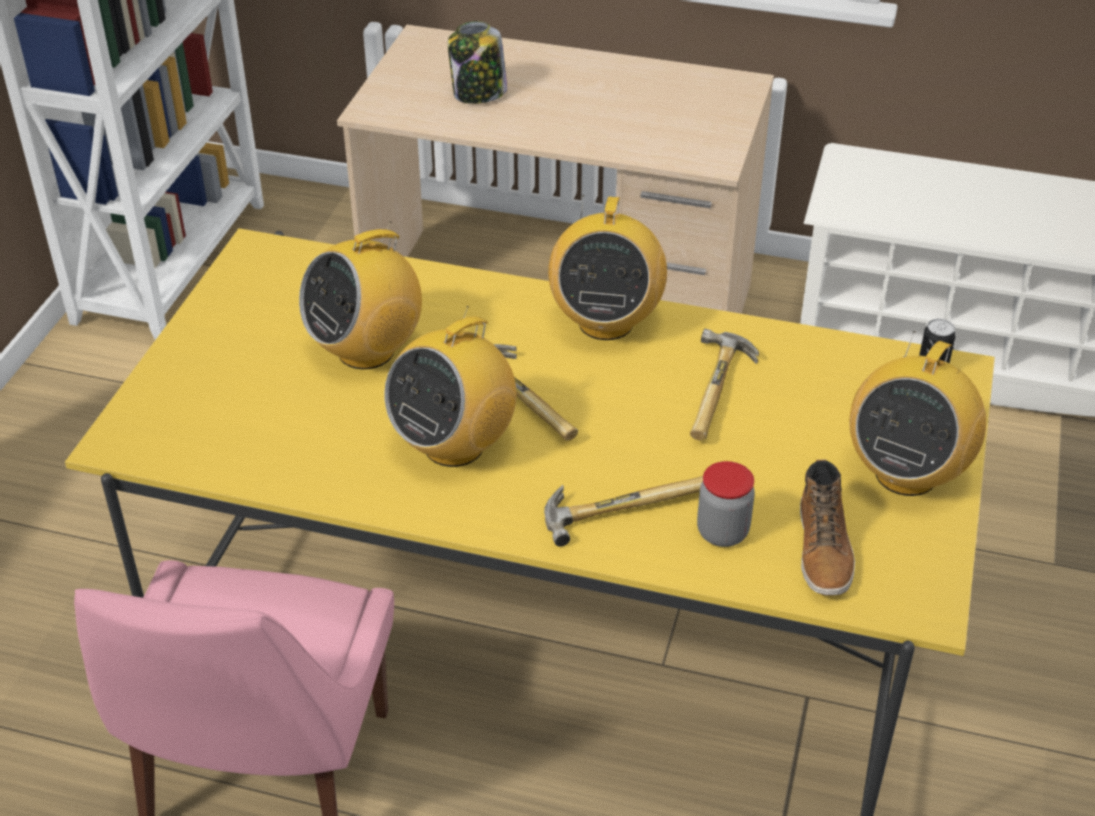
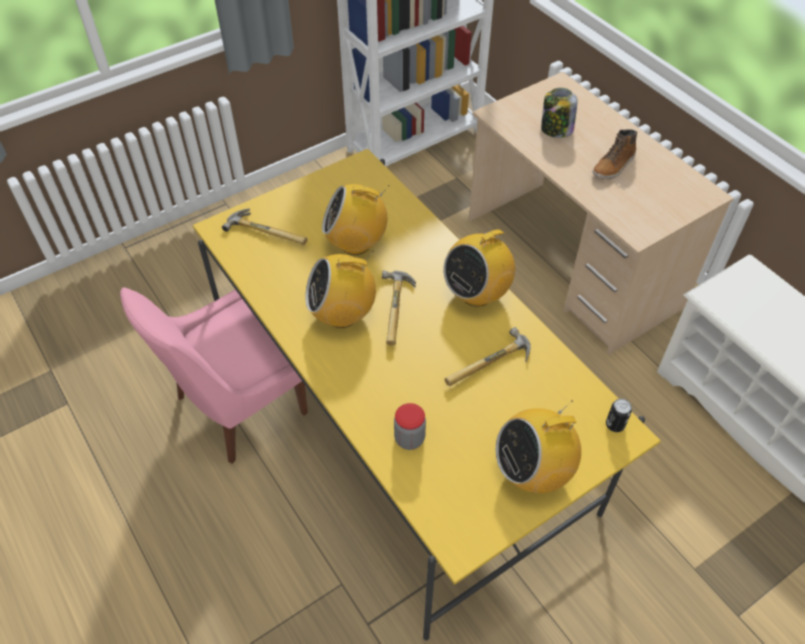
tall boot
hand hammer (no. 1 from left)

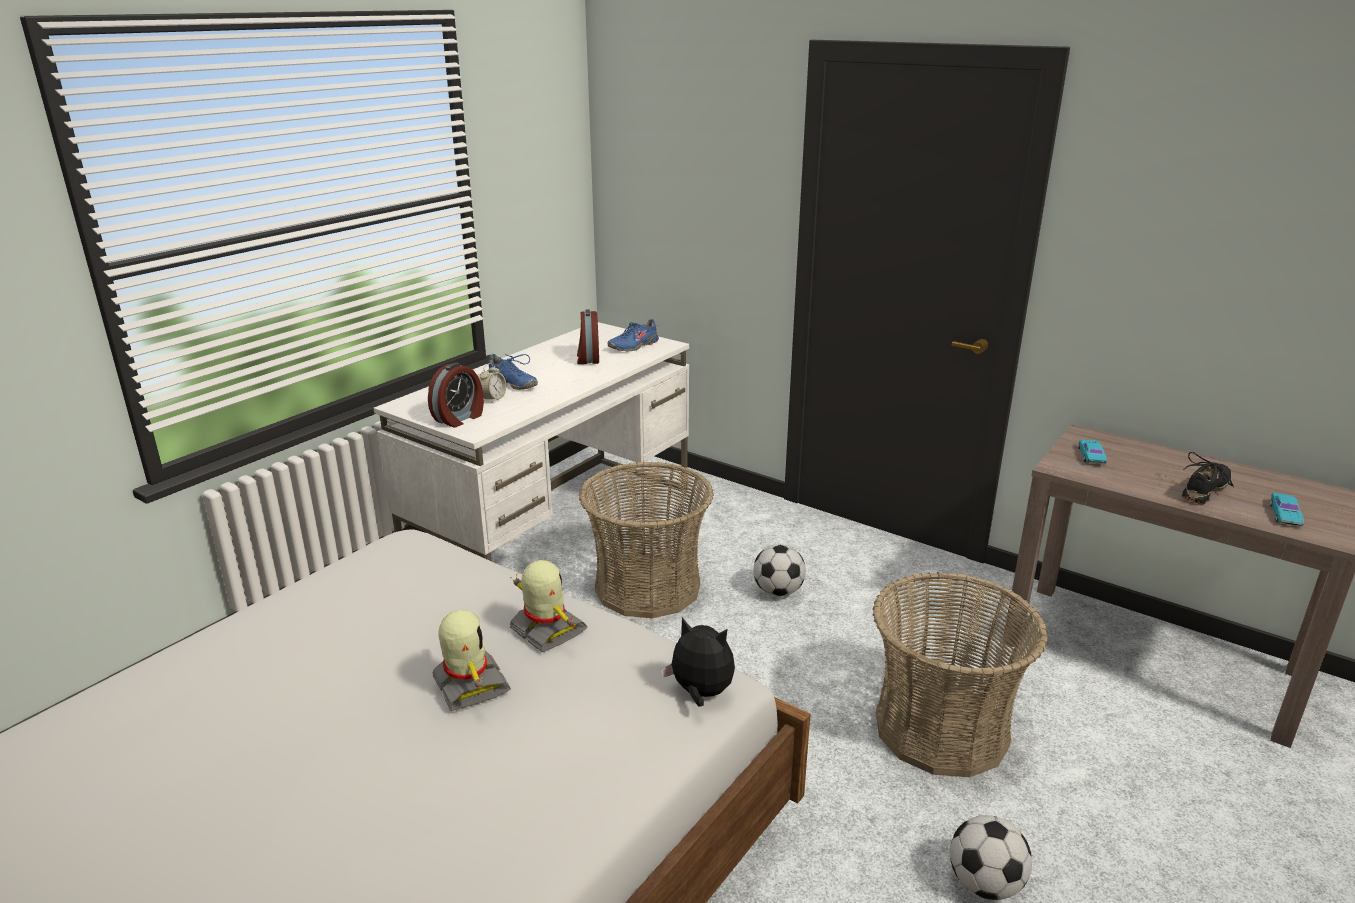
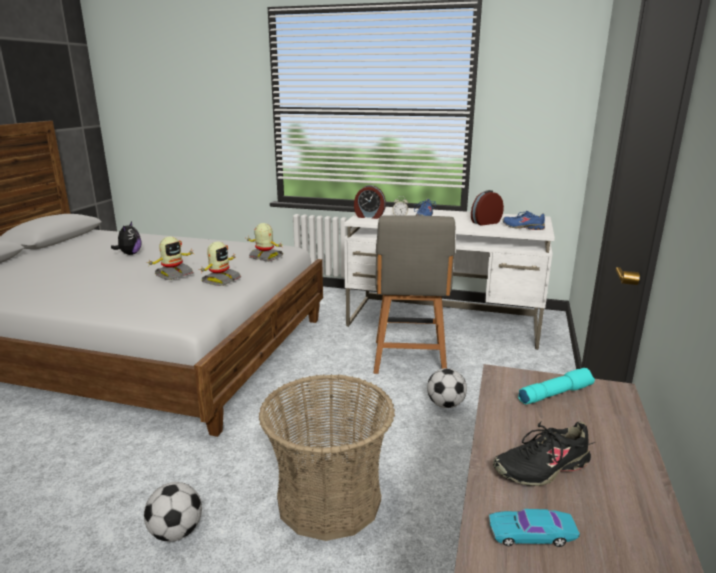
turquoise torch
black item of footwear
grey upright chair
soft toy
robot figure (no. 3 from left)

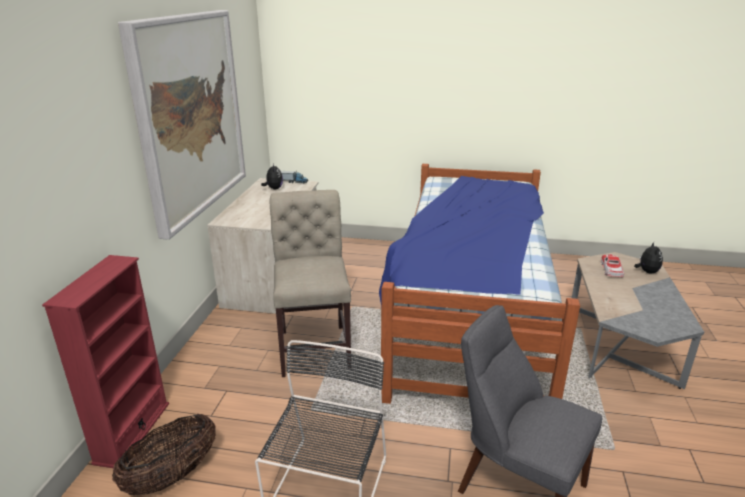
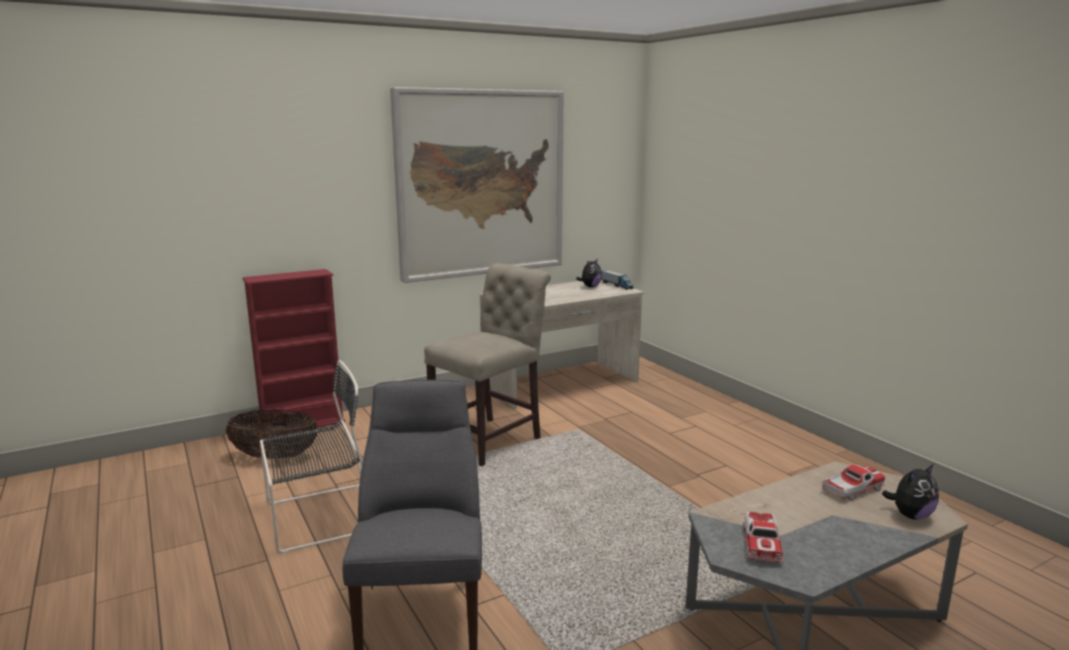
sleeping bed
miniature car (no. 1 from left)

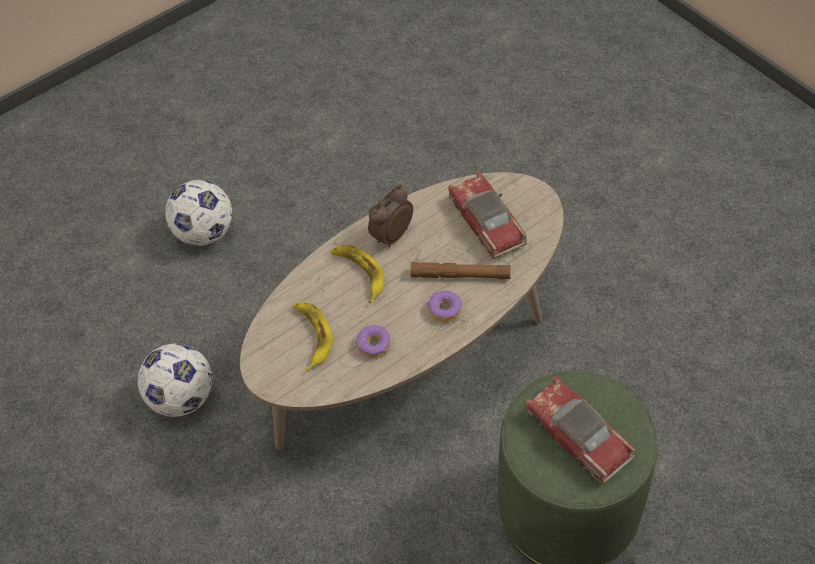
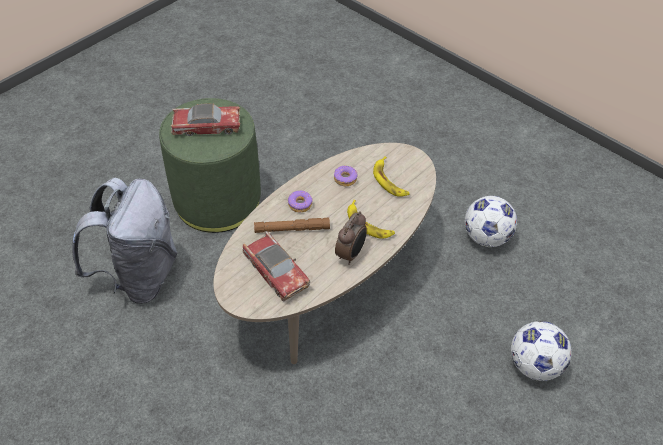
miniature car (no. 1 from left)
grey rucksack

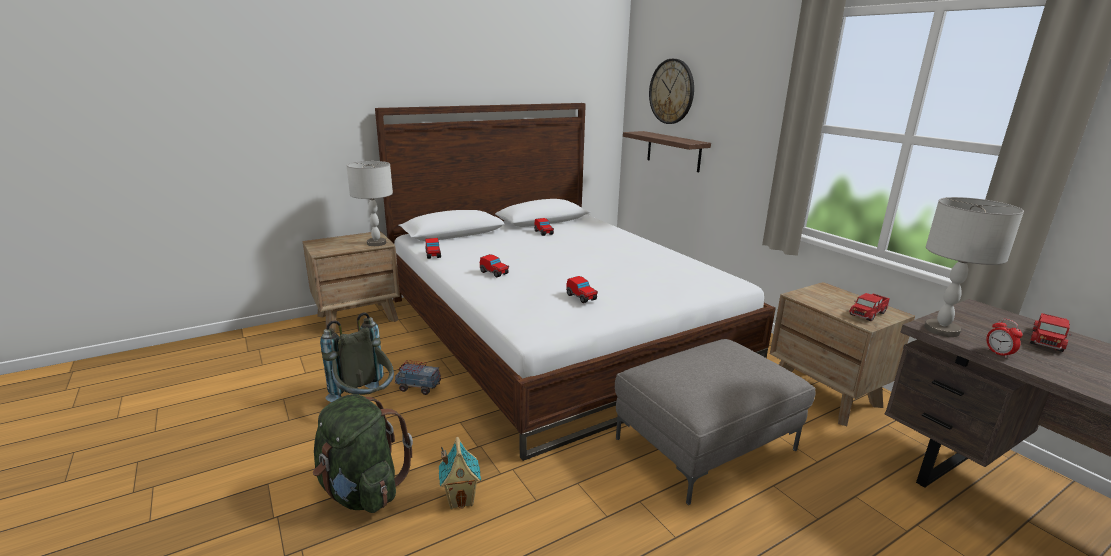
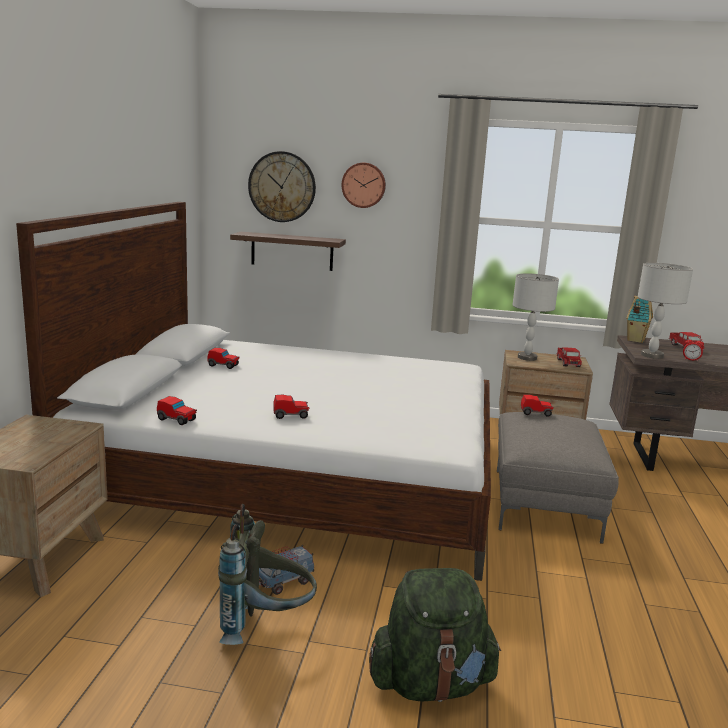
grey table lamp (no. 1 from left)
miniature car (no. 4 from left)
model house
clock on the wall (no. 2 from left)

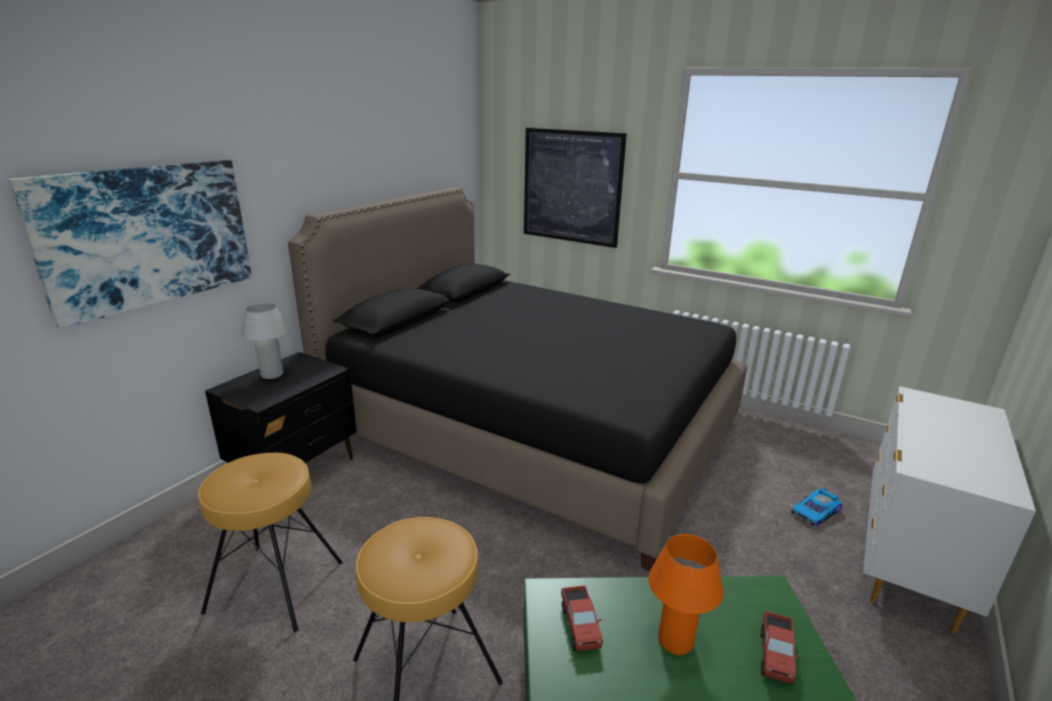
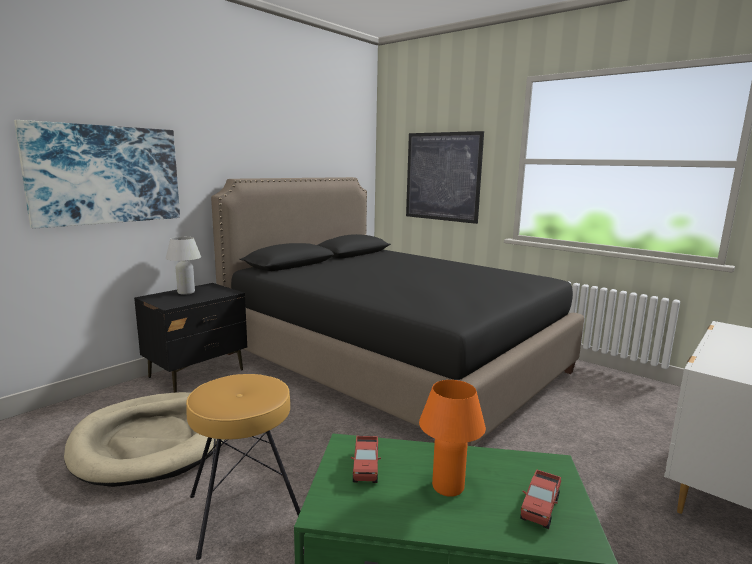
beige-coloured dog bed
miniature car

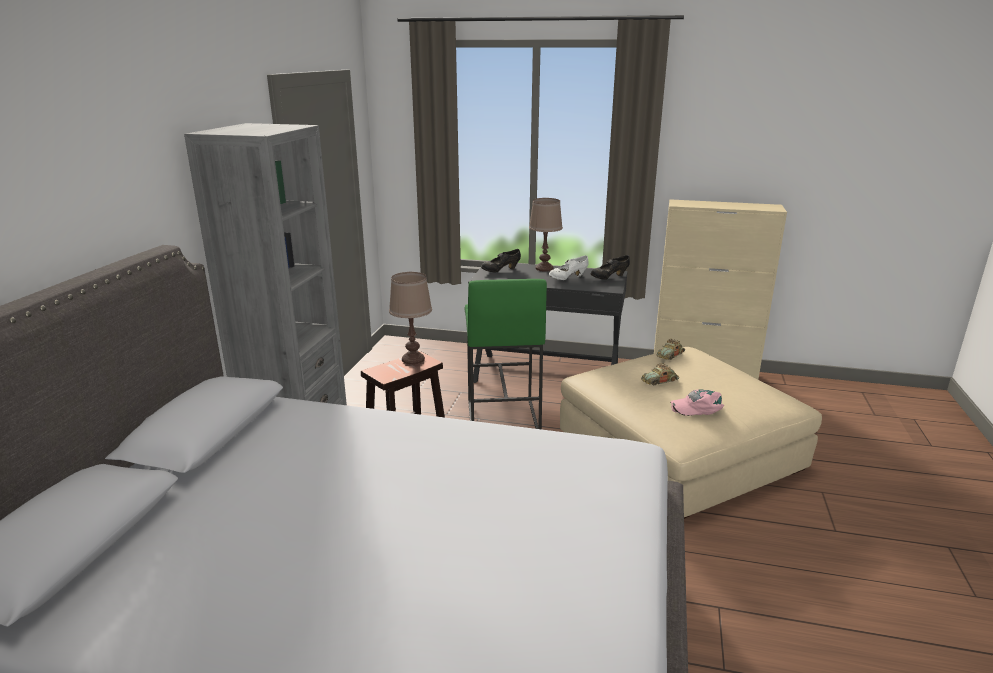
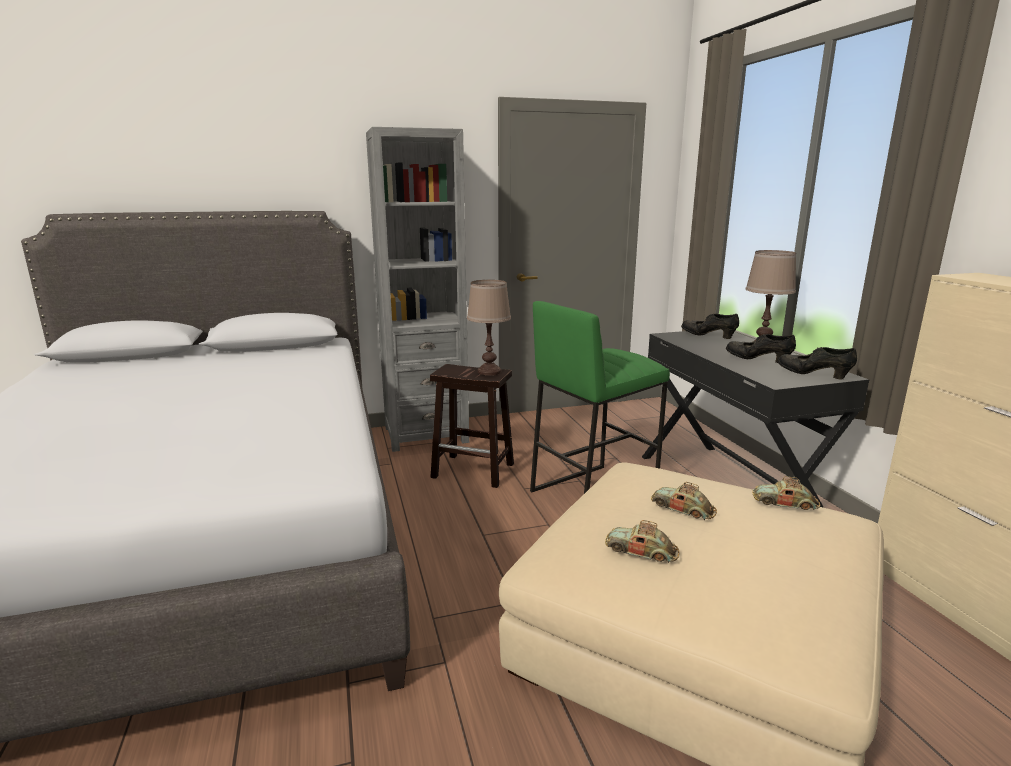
black item of footwear (no. 2 from left)
miniature car (no. 1 from left)

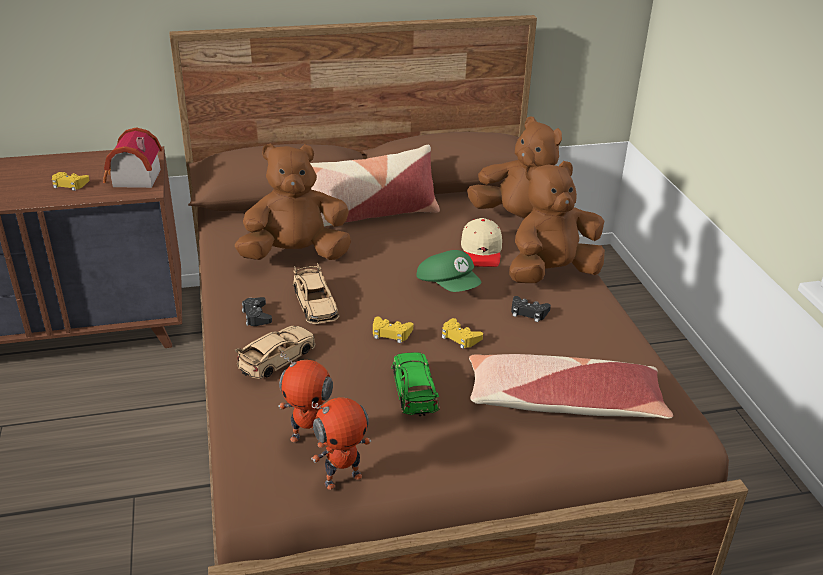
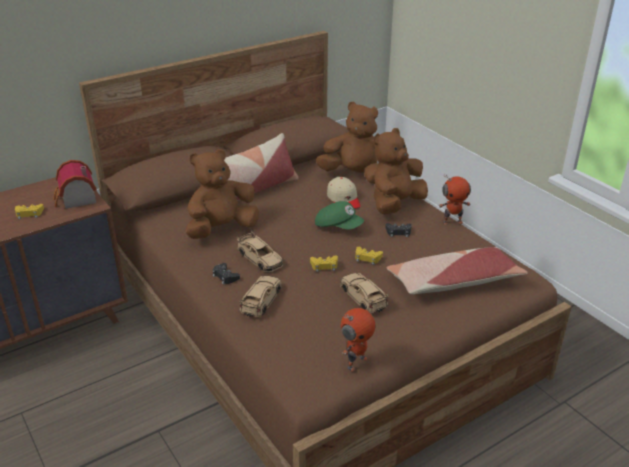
robot figure (no. 2 from left)
beige-coloured miniature car (no. 3 from left)

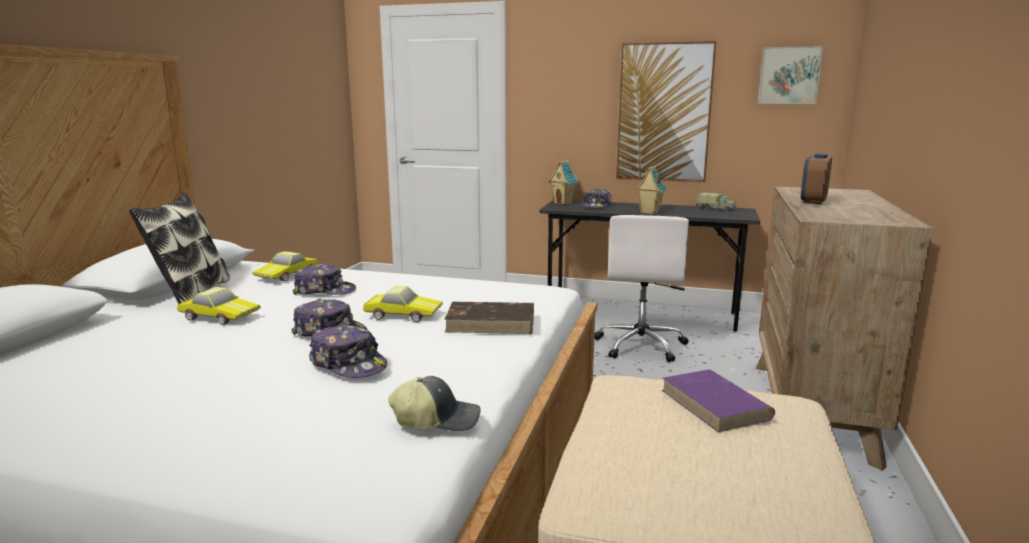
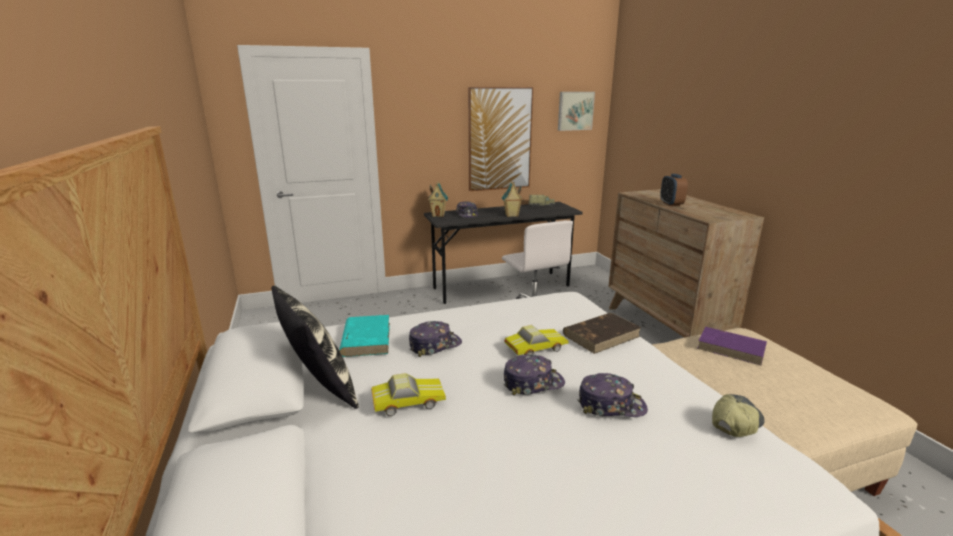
turquoise bound book

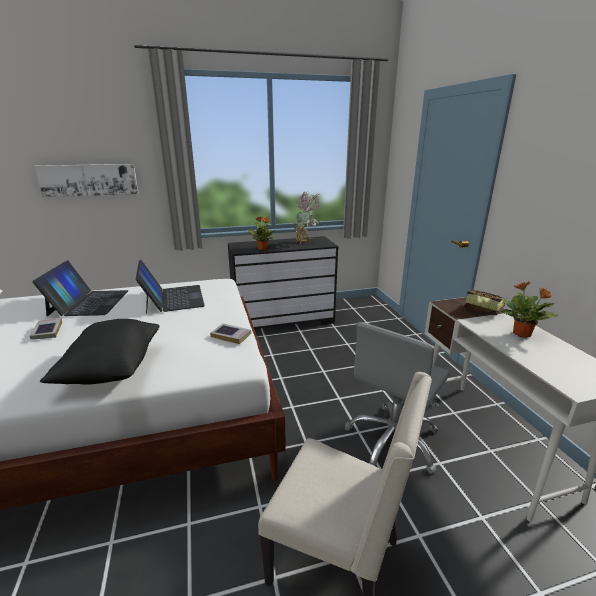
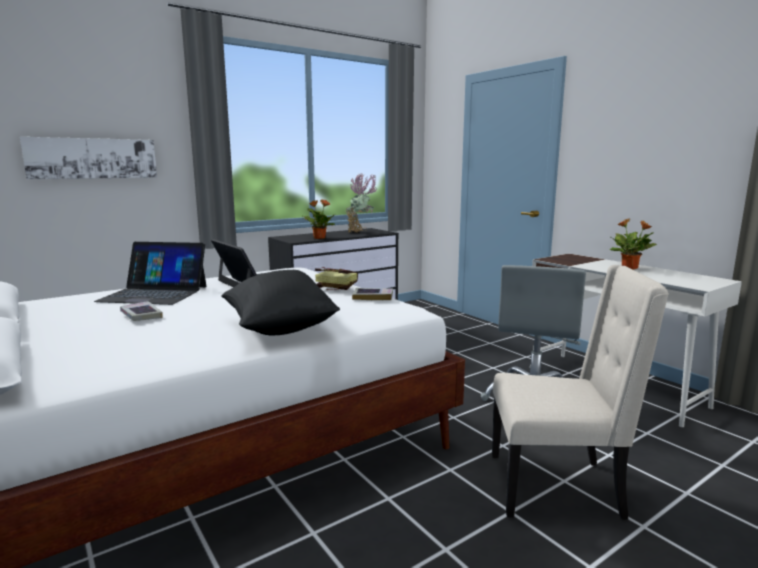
laptop (no. 1 from left)
bound book (no. 2 from left)

